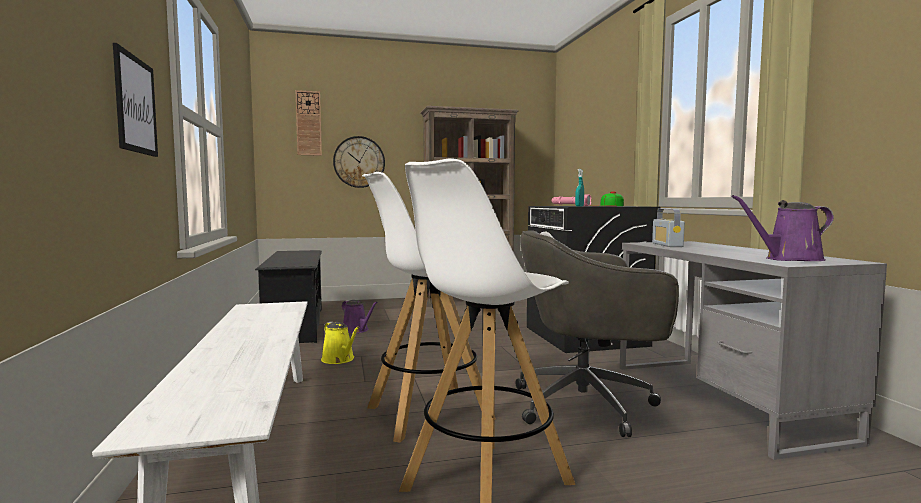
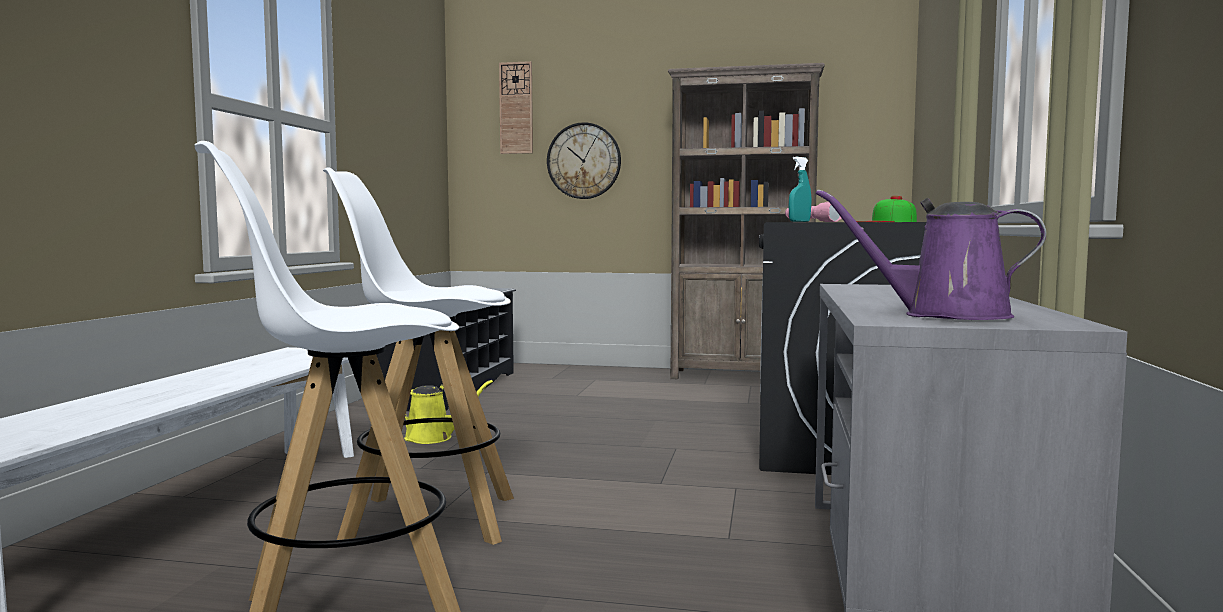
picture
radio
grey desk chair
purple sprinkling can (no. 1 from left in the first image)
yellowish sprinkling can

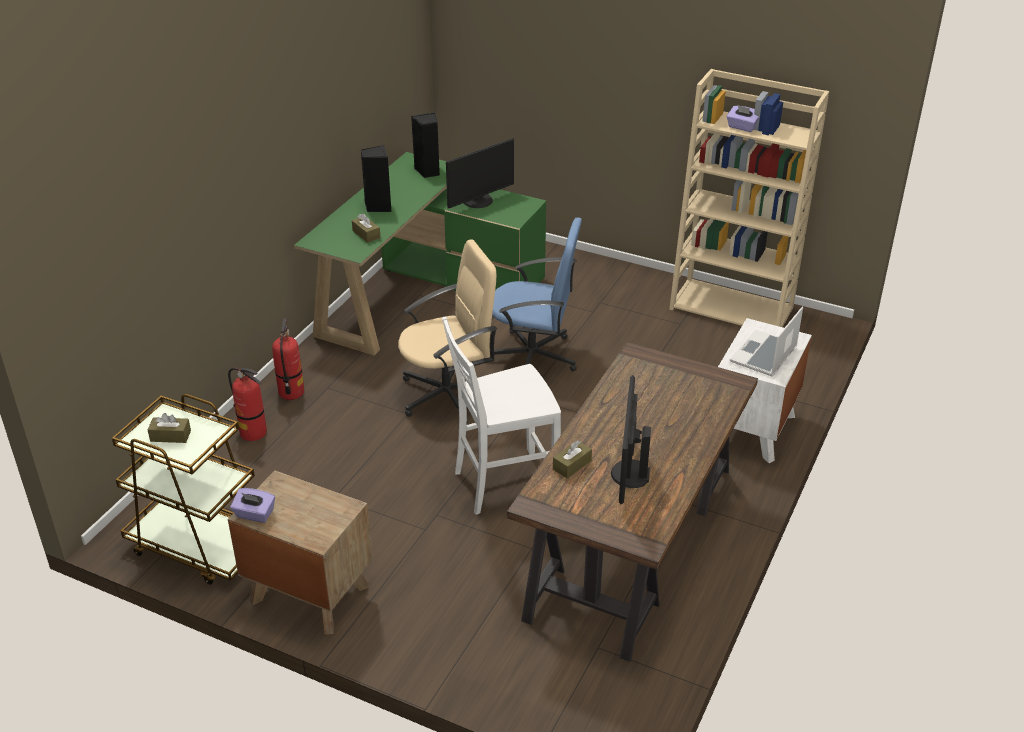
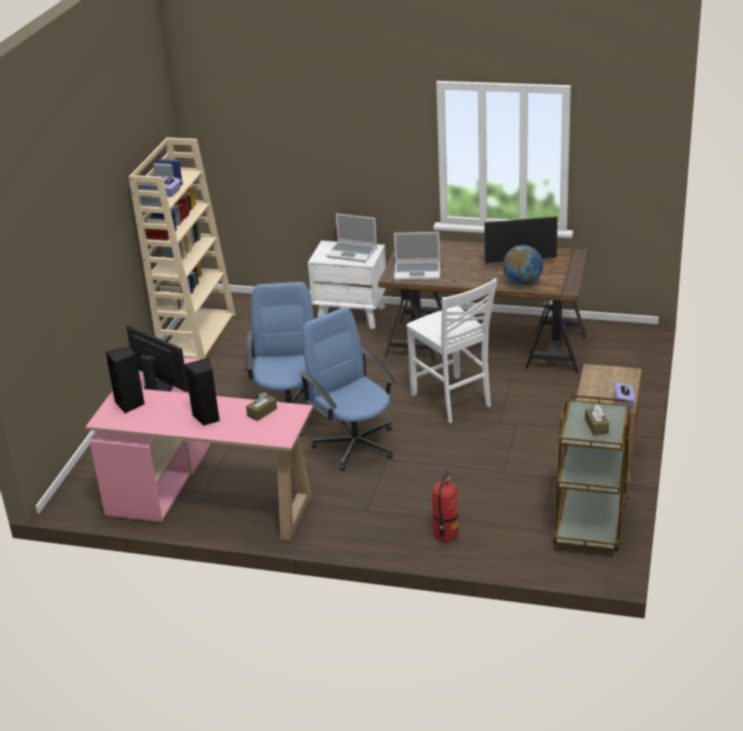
pink desk unit
blue desk chair (no. 2 from left)
fire extinguisher (no. 2 from left in the first image)
world globe
laptop (no. 2 from left)

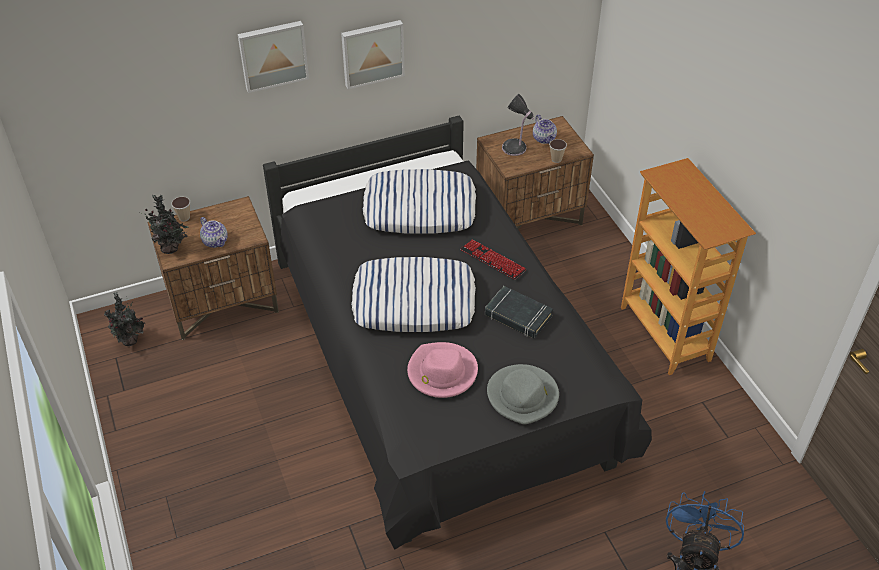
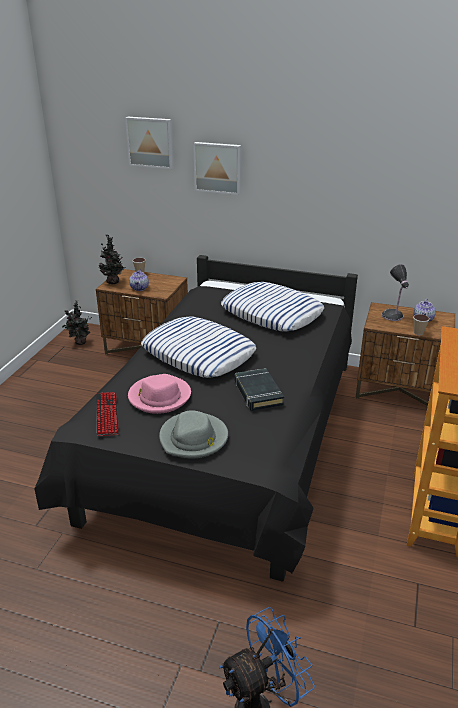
picture (no. 1 from left)
computer keyboard

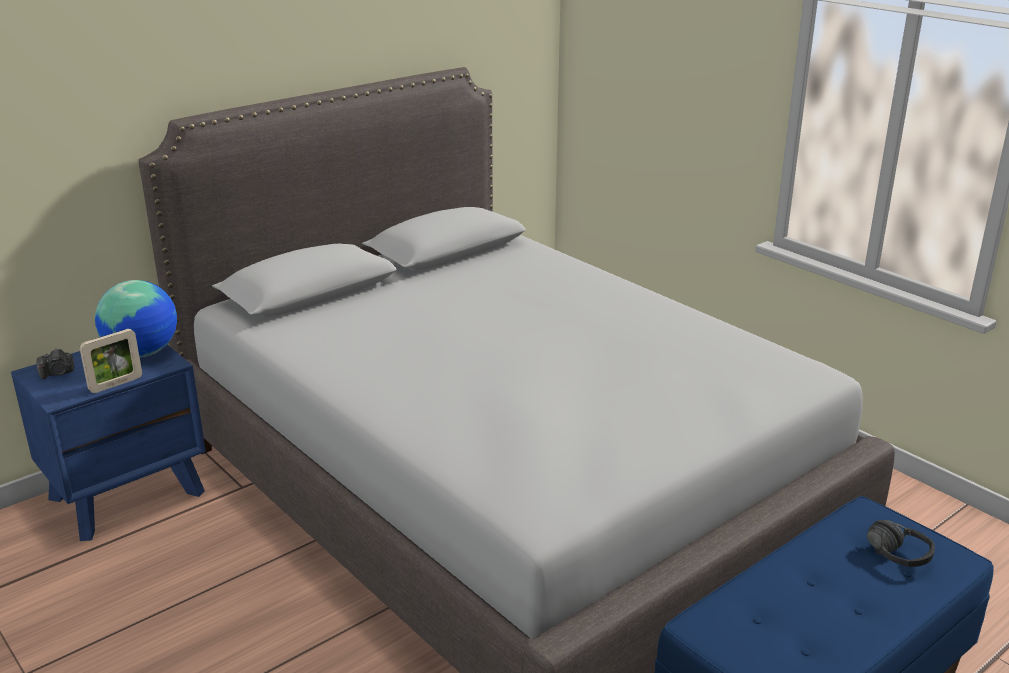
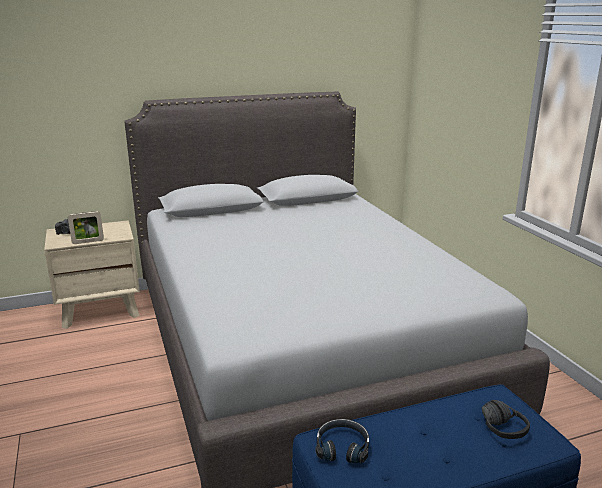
world globe
beige-coloured bedside table
black headset (no. 1 from left)

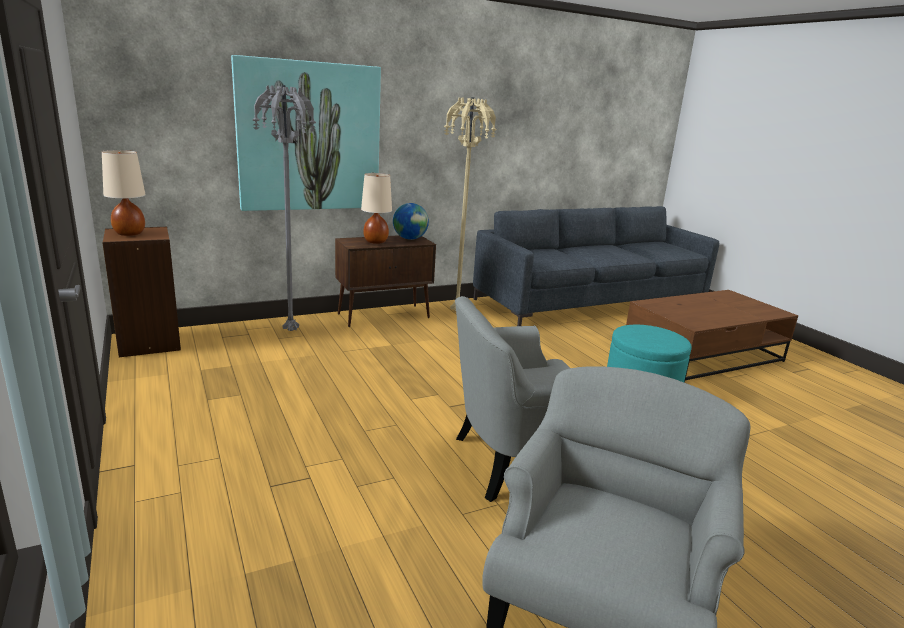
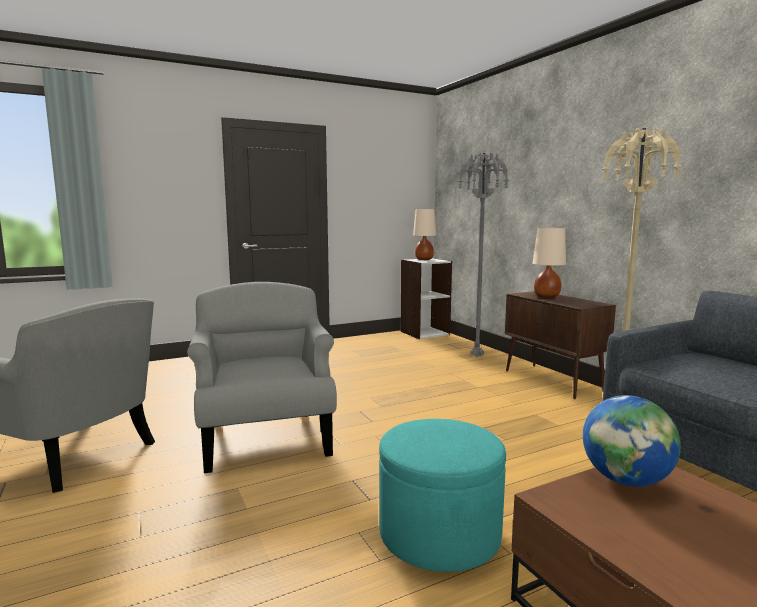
picture
world globe
white bookshelf

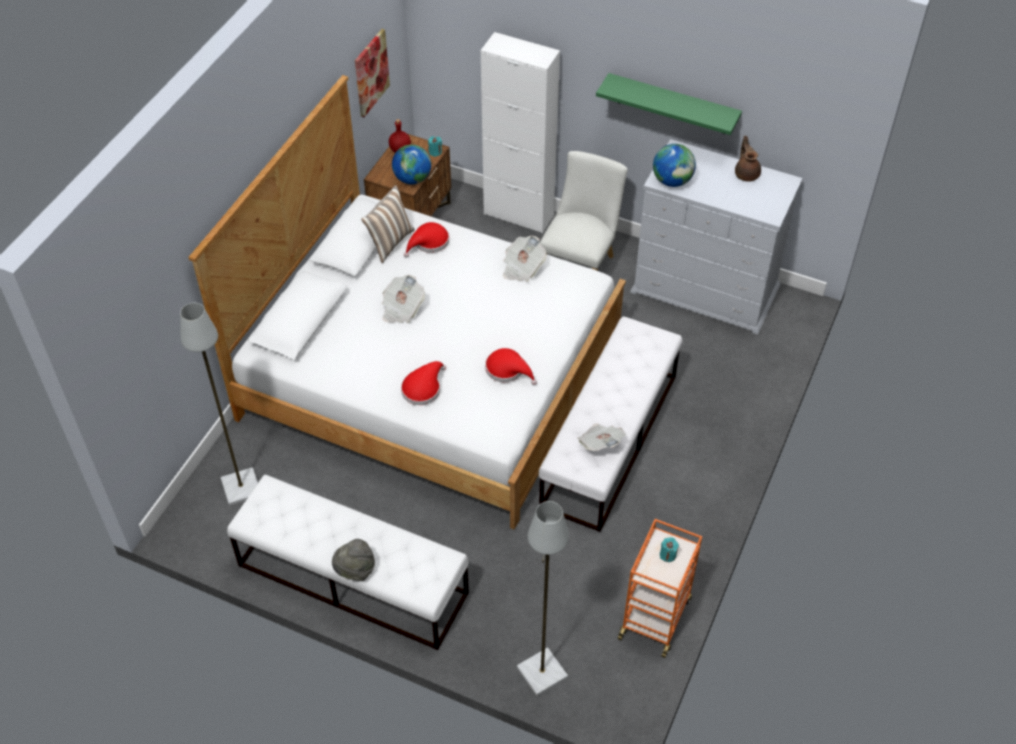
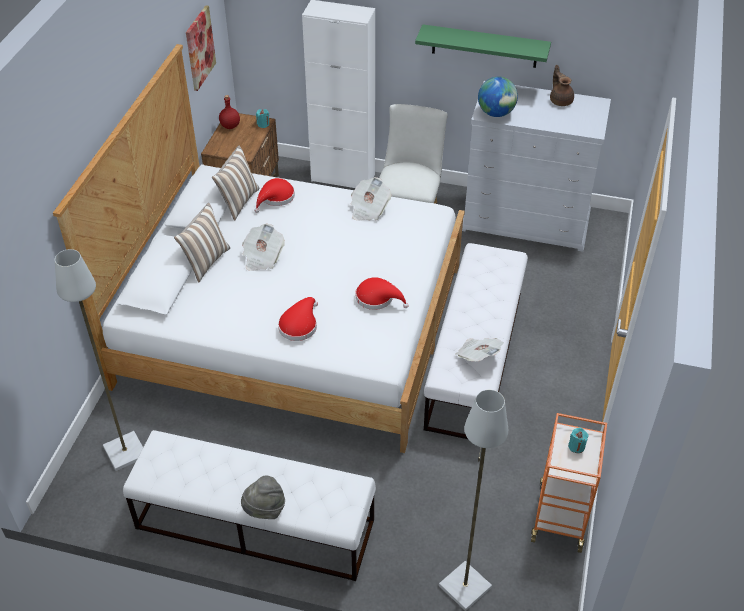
world globe (no. 1 from left in the first image)
pillow (no. 1 from left)

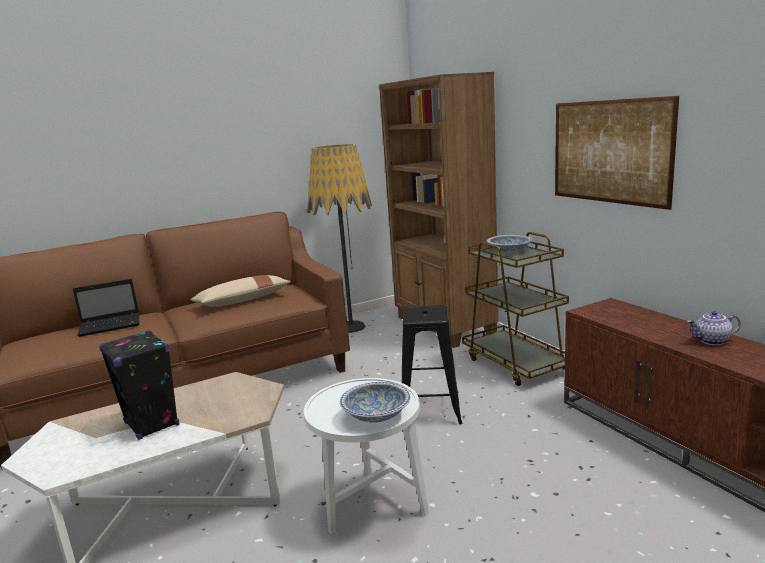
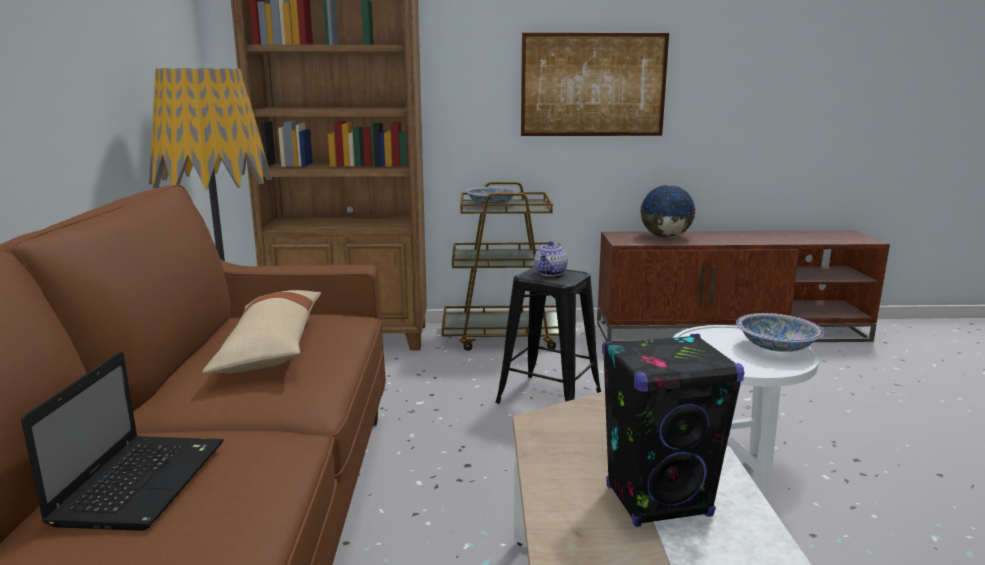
pot for tea
world globe

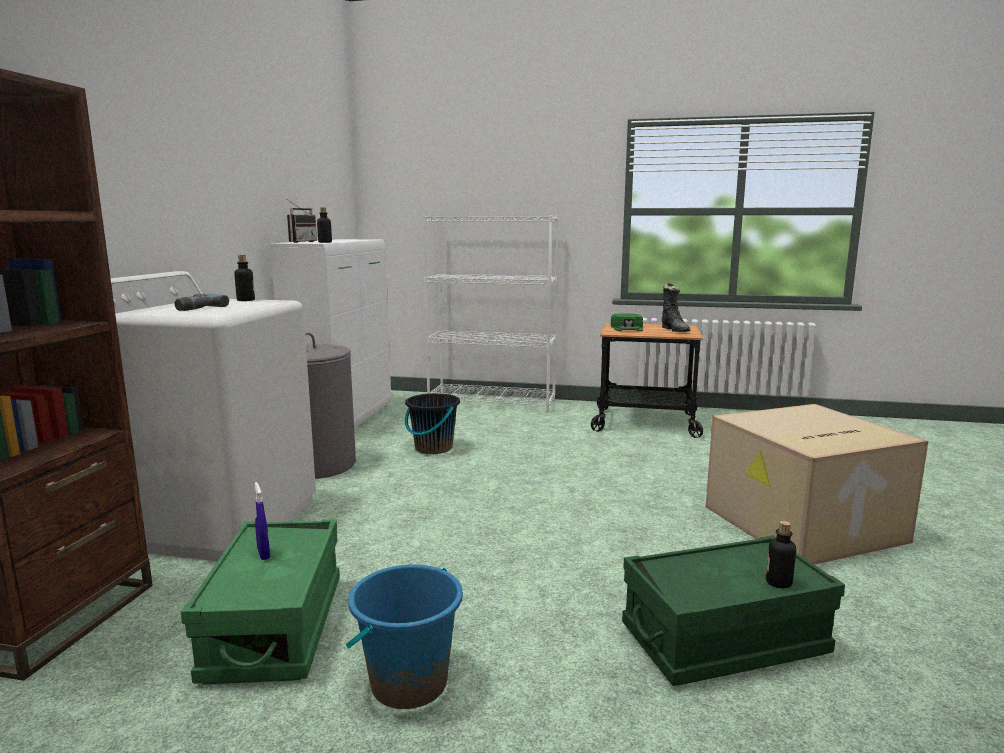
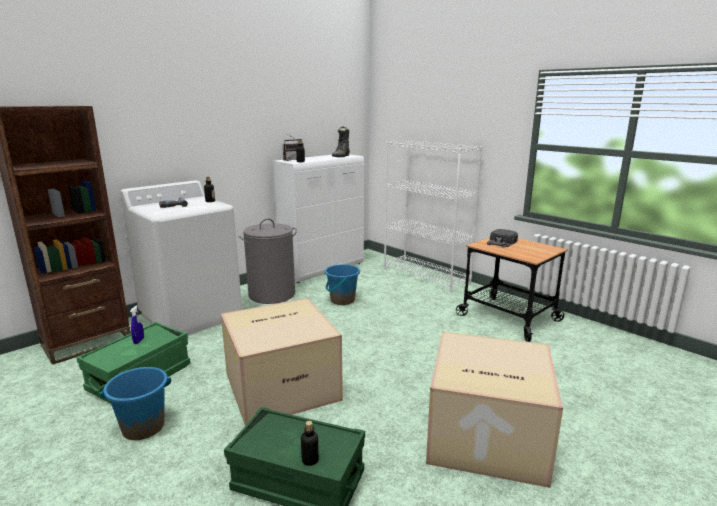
black tall boot
black baseball cap
blue water bucket (no. 2 from left)
packing box (no. 1 from left)

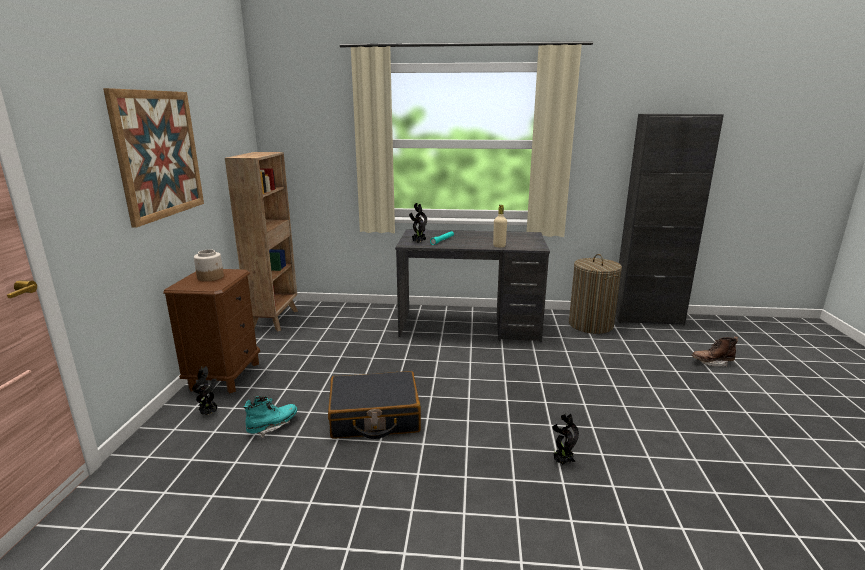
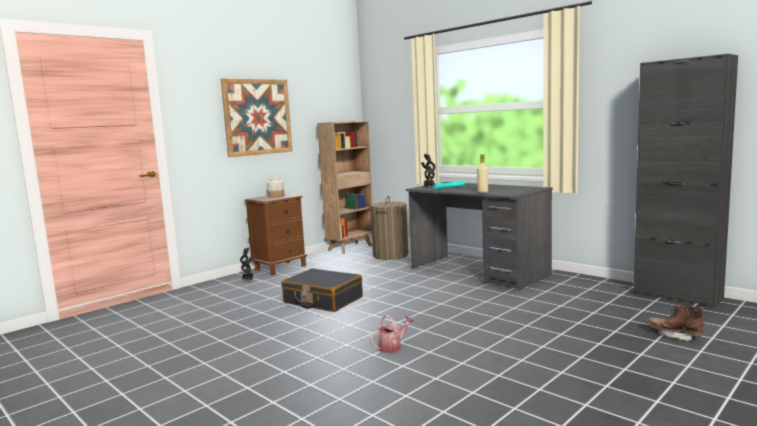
hamper
turquoise tall boot
sprinkling can

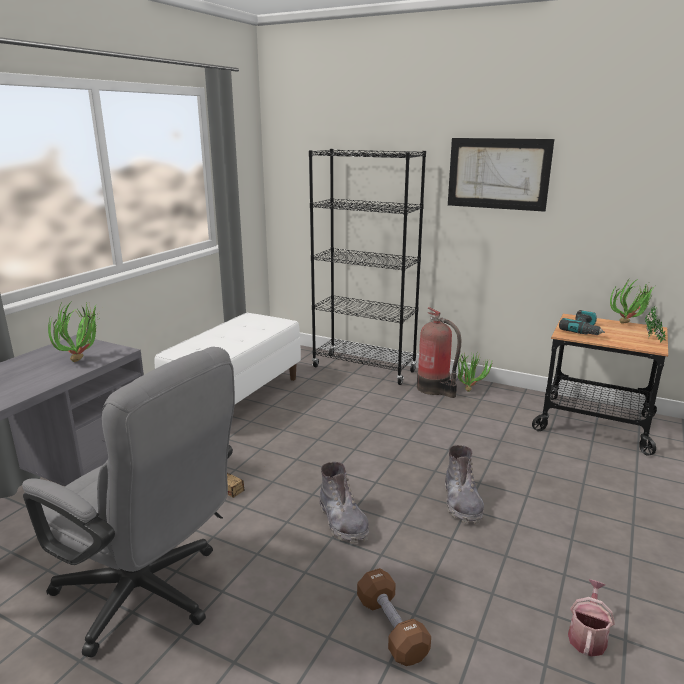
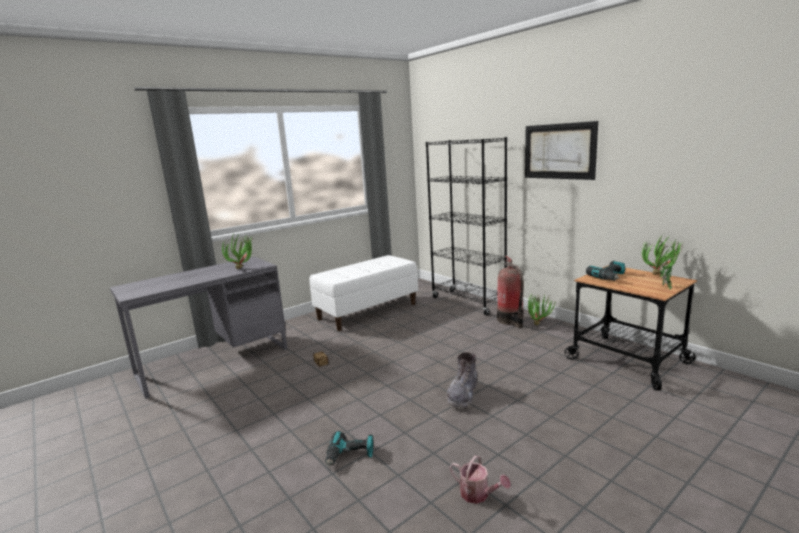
grey desk chair
grey tall boot (no. 1 from left in the first image)
electric drill (no. 1 from left)
sprinkling can

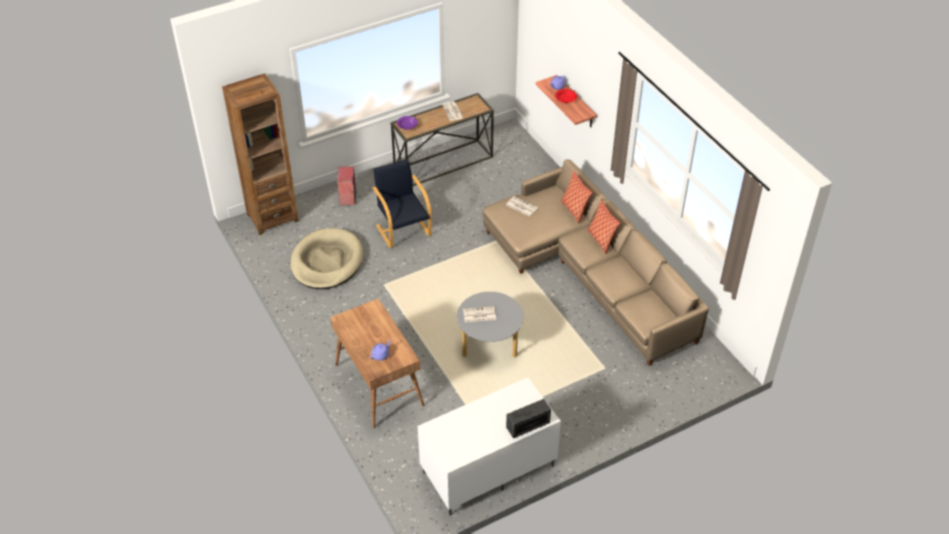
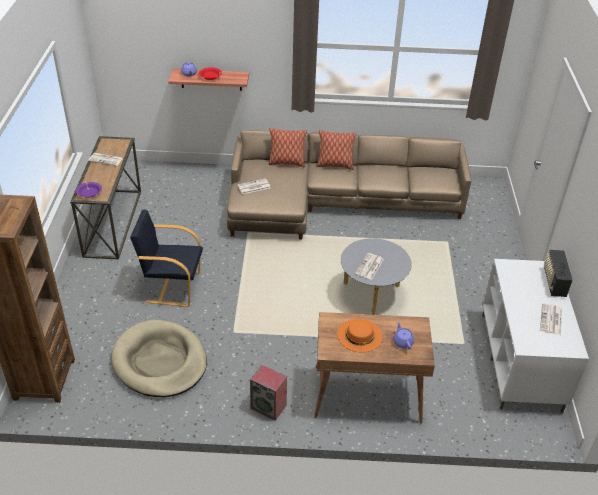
speaker
printed paper (no. 4 from left)
orangey wearable hat

